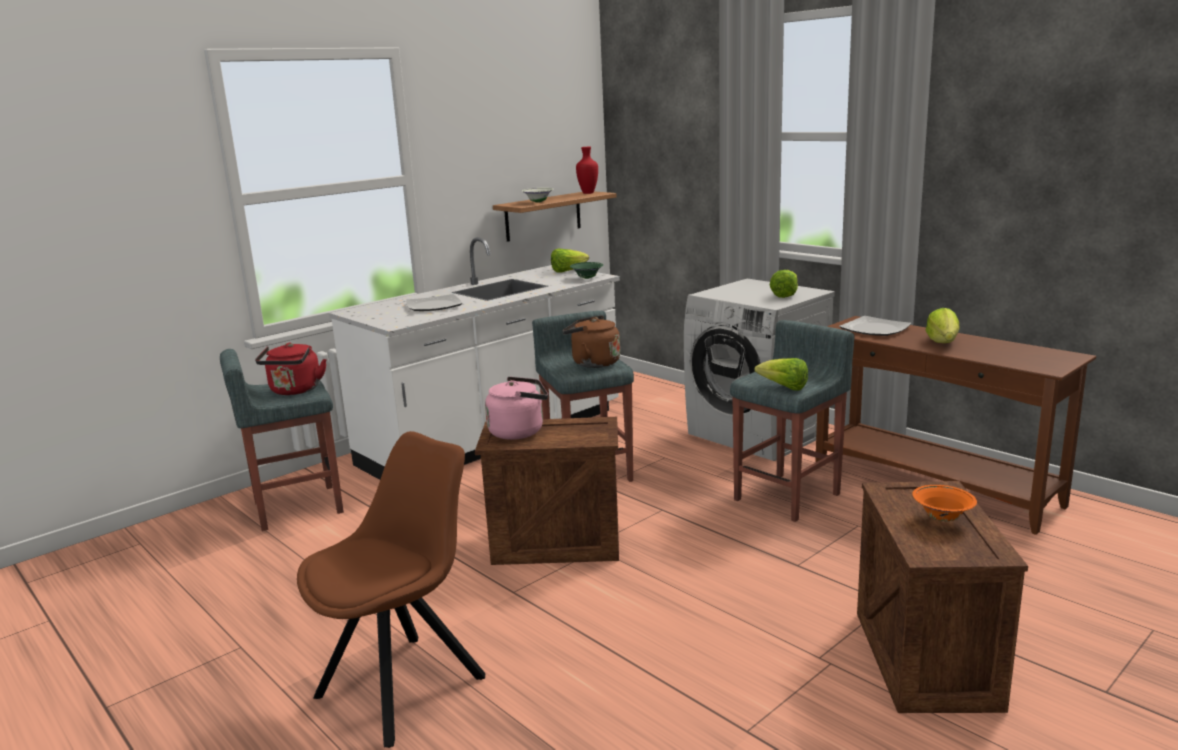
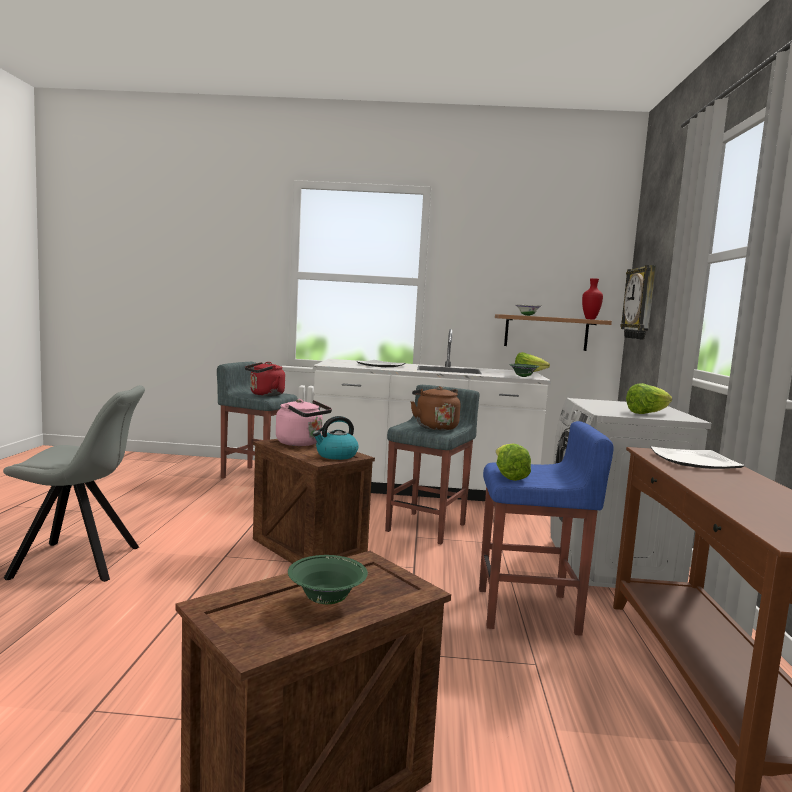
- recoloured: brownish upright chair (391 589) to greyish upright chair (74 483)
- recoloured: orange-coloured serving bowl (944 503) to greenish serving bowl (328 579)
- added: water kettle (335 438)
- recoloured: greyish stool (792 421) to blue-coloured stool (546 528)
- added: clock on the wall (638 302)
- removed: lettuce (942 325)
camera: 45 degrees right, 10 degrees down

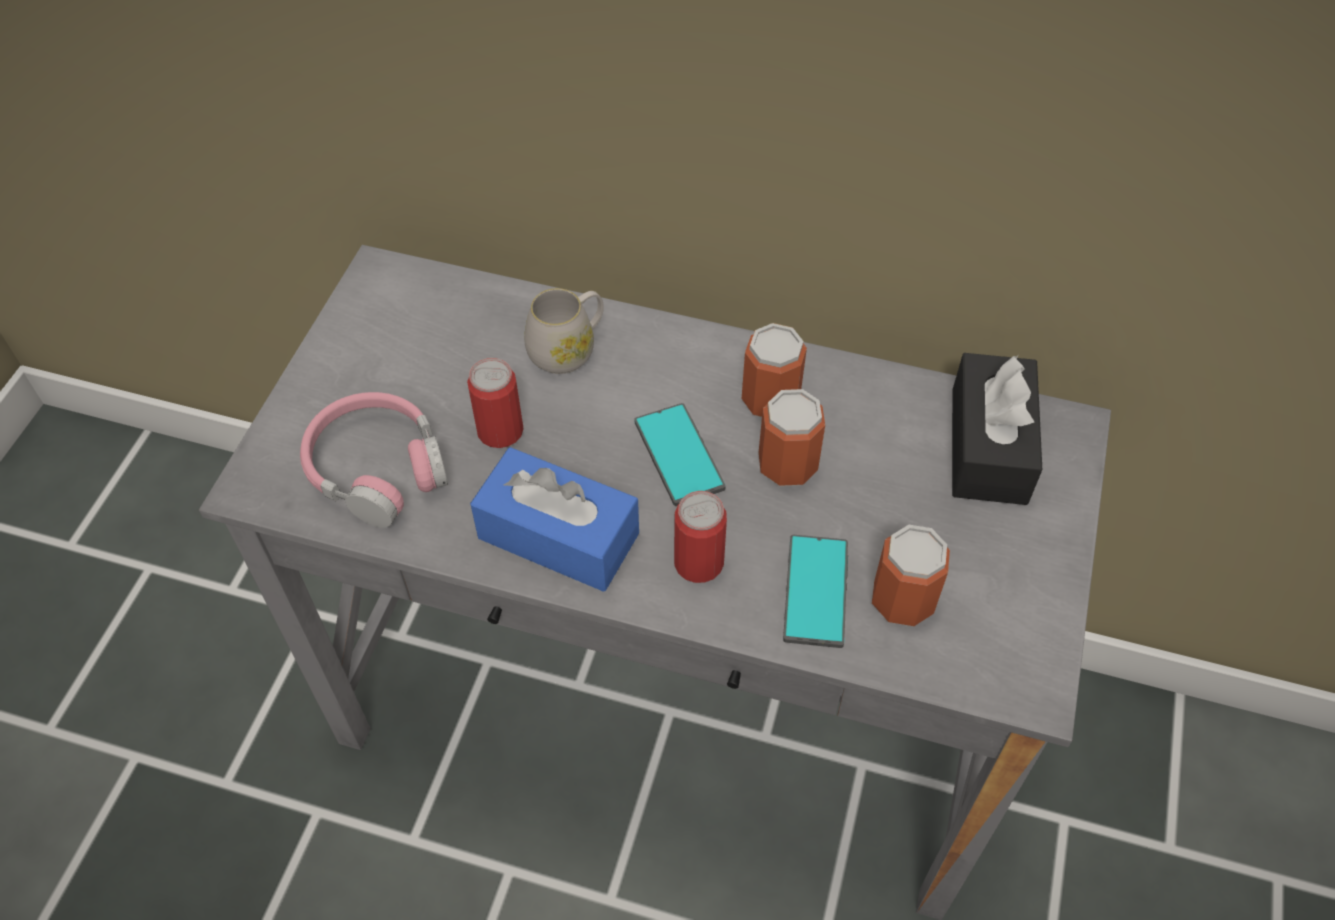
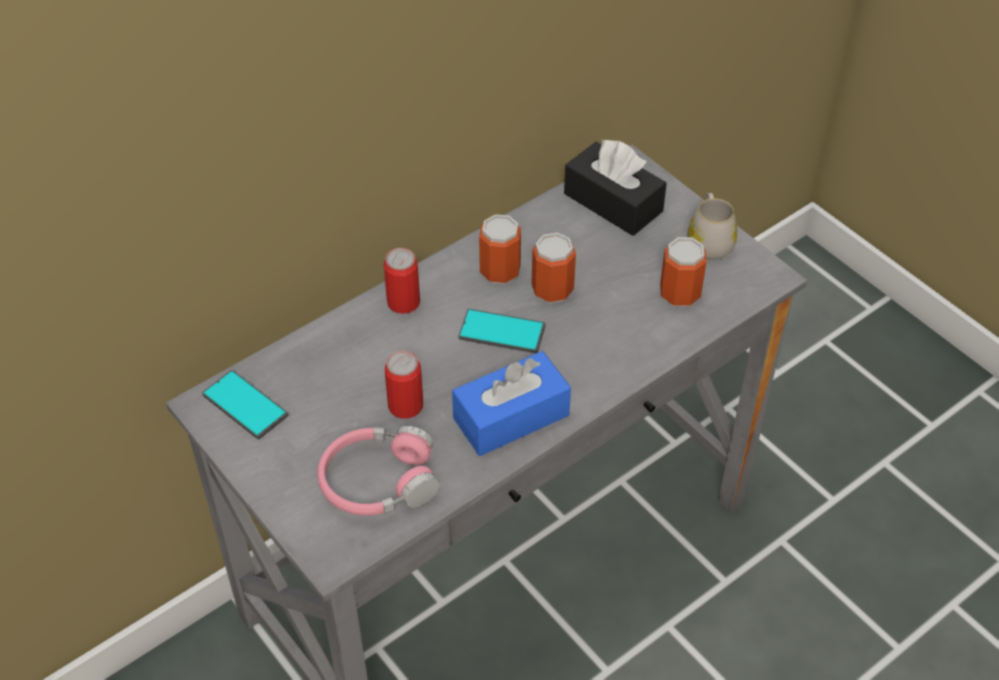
- moved: telephone (815 591) to (245 404)
- moved: can (700 537) to (402 281)
- moved: whitish coffee mug (564 331) to (712 226)
camera: 55 degrees left, 5 degrees down

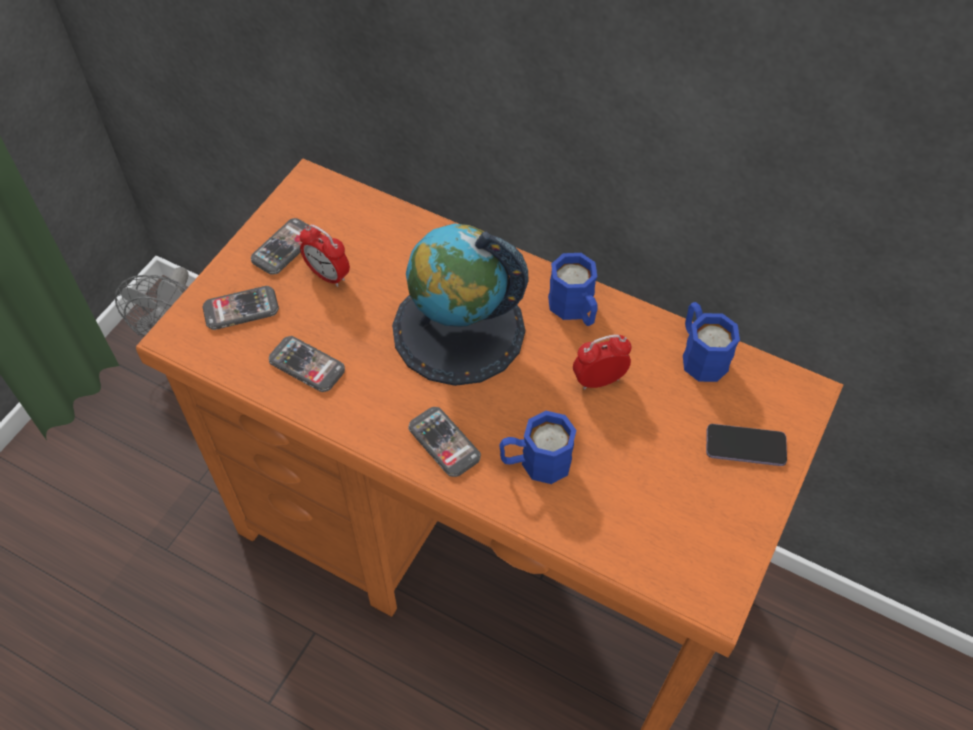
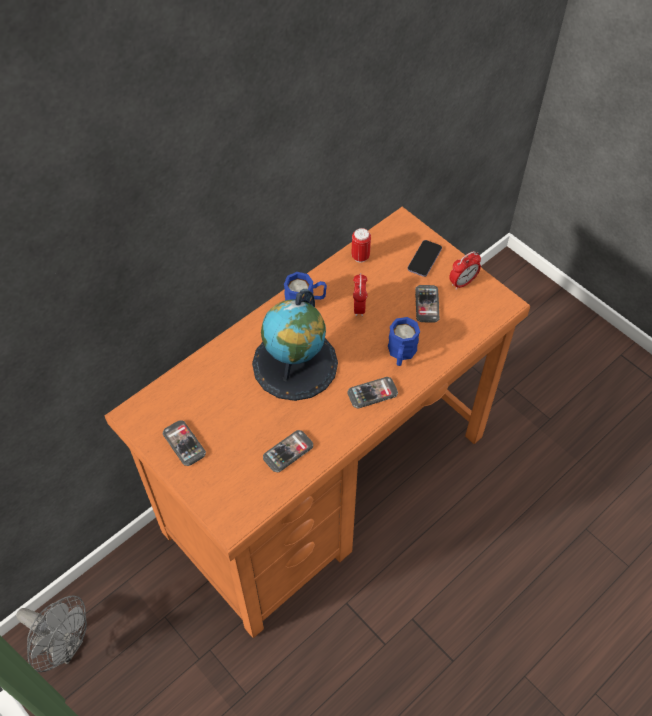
- replaced: blue-coloured coffee mug (711 342) to can (361 245)
- moved: telephone (241 308) to (427 304)
- moved: bedside clock (325 255) to (465 270)
camera: 70 degrees left, 0 degrees up

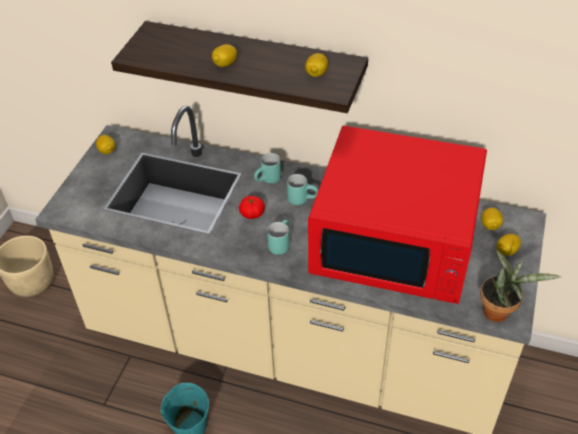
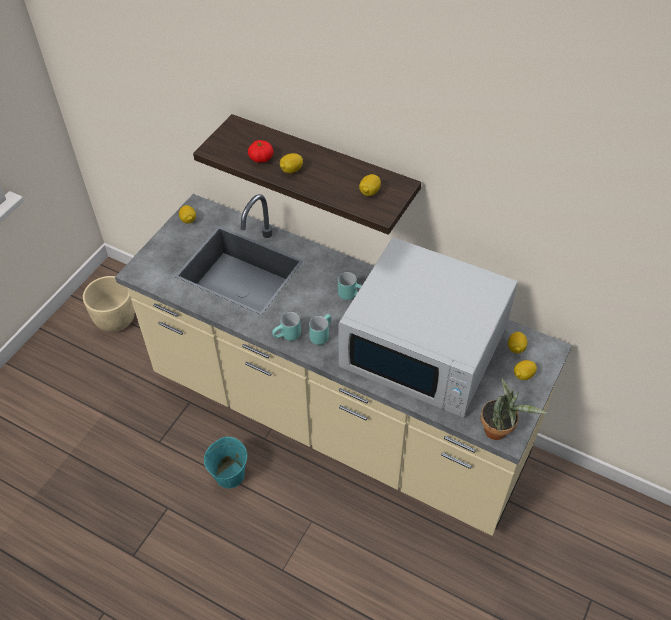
- moved: whole tomato (252 207) to (261 151)
- moved: turquoise-coloured coffee mug (267 168) to (286 326)
- recoloured: reddish kitchen microwave (397 215) to whitish kitchen microwave (428 327)
camera: 10 degrees right, 5 degrees up

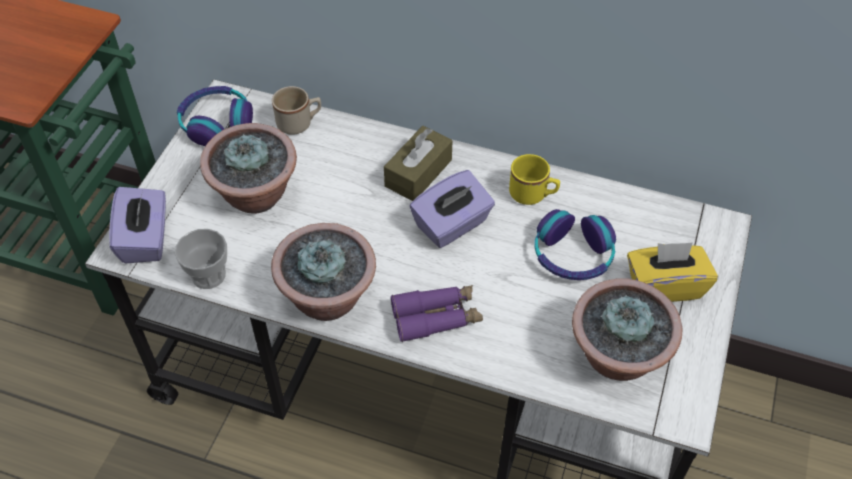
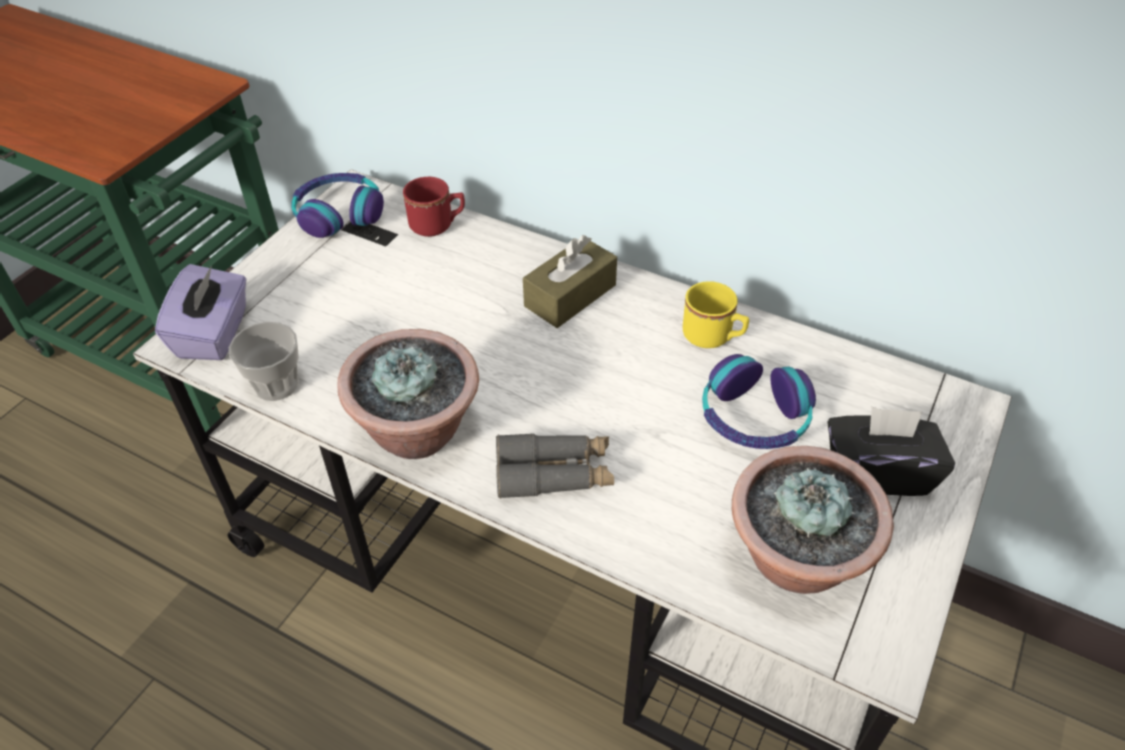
- recoloured: beige-coloured coffee mug (296 110) to reddish coffee mug (434 207)
- recoloured: purple binoculars (437 313) to greyish binoculars (555 466)
- recoloured: yellow-coloured tissue holder (672 272) to black tissue holder (891 451)
- removed: houseplant (248 168)
- removed: purple tissue holder (452 209)
camera: 10 degrees right, 5 degrees down

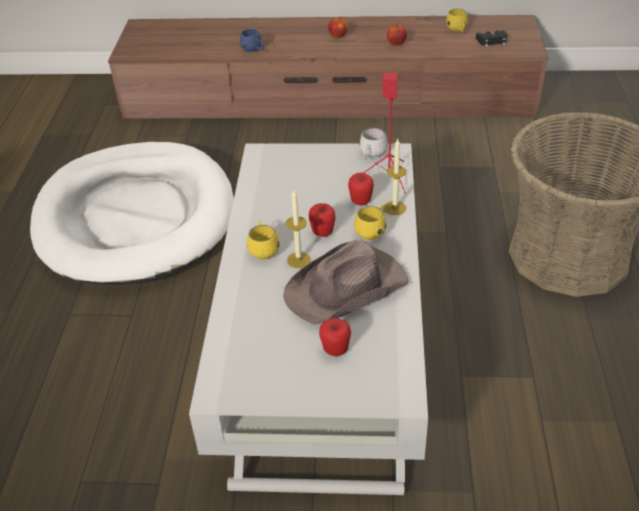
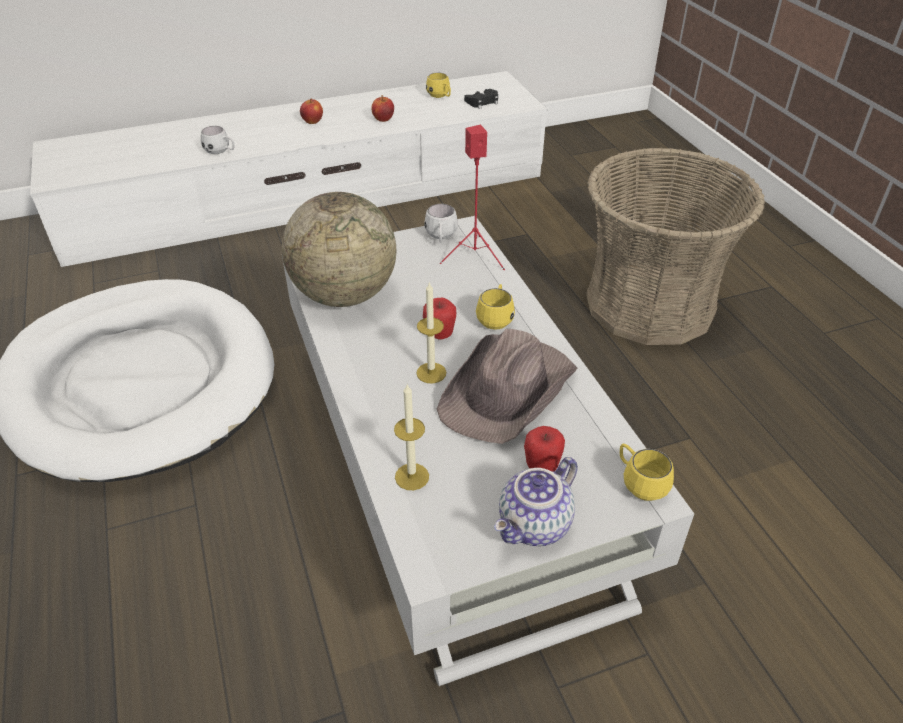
- recoloured: brownish tv unit (328 67) to whitish tv unit (288 169)
- recoloured: blue-coloured coffee mug (251 40) to whitish coffee mug (217 140)
- added: desk globe (339 249)
- moved: wax candle (395 177) to (411 437)
- added: tea pot (536 501)
- moved: yellow-coloured coffee mug (263 240) to (647 472)
- removed: apple (361 189)
camera: 25 degrees left, 0 degrees up

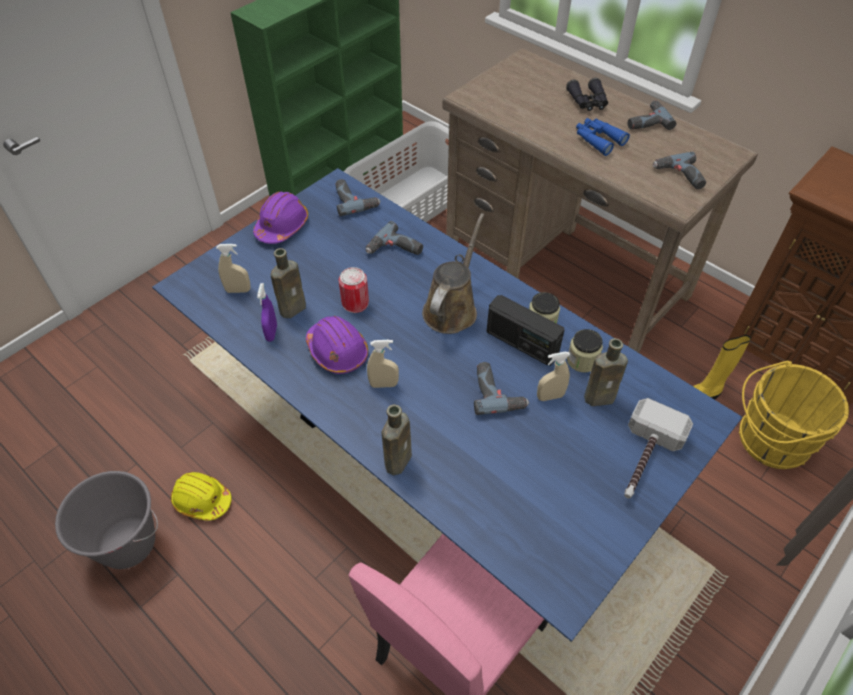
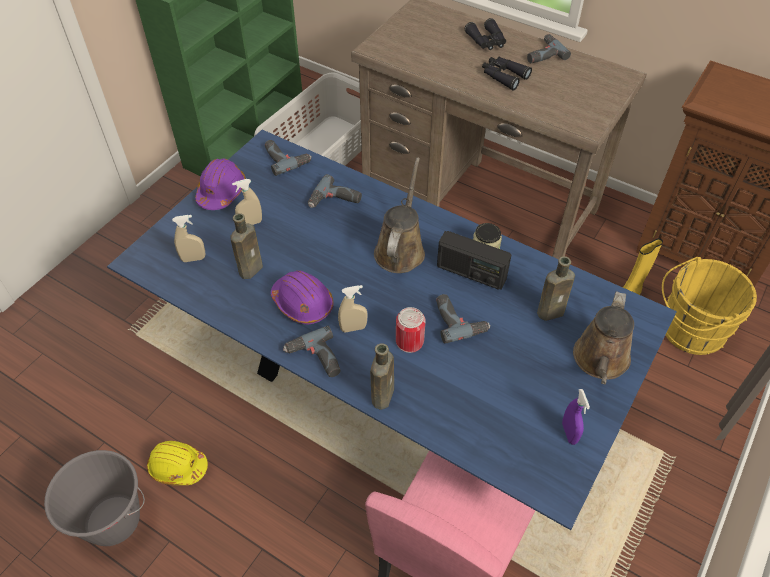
- moved: beige-coloured sprayer (553 376) to (247 202)
- moved: electric drill (679 170) to (312 351)
- moved: can (354 290) to (411 330)
- recoloured: blue-coloured binoculars (603 137) to black binoculars (507 74)
- moved: purple sprayer (267 312) to (576 417)
- replaced: tool hammer (658 448) to brownish watering pot (603 337)
- removed: storage jar (585 350)
camera: 10 degrees left, 0 degrees up

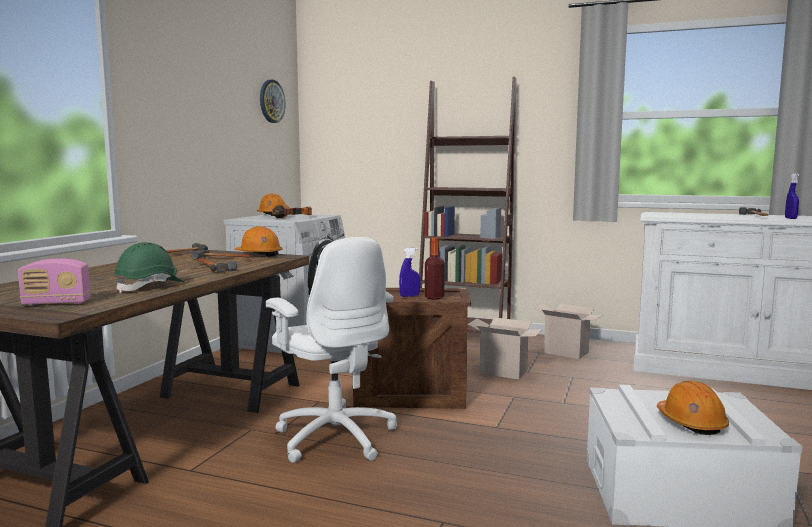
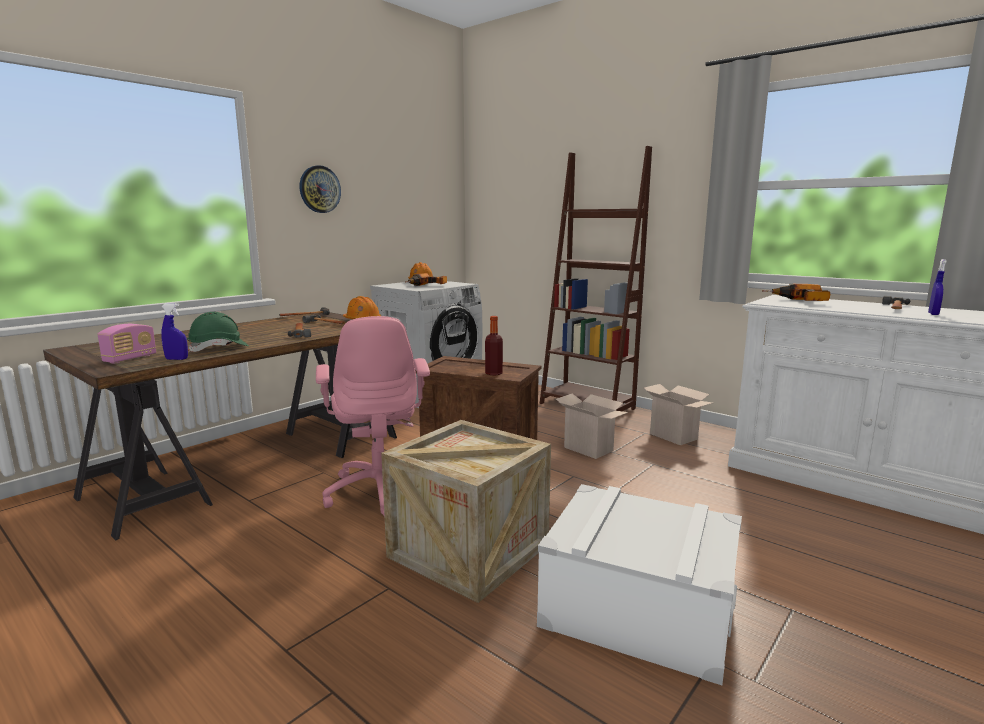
- turned: radio (54 282) = (127 344) 75 degrees counterclockwise
- moved: blue-coloured sprayer (409 272) to (174 331)
- moved: clock on the wall (273 101) to (320 189)
- recoloured: whitish desk chair (331 350) to pink-coloured desk chair (373 416)
- added: packing crate (466 511)
- added: electric drill (796 292)
- removed: orange-coloured hard hat (693 407)
camera: 20 degrees right, 5 degrees up

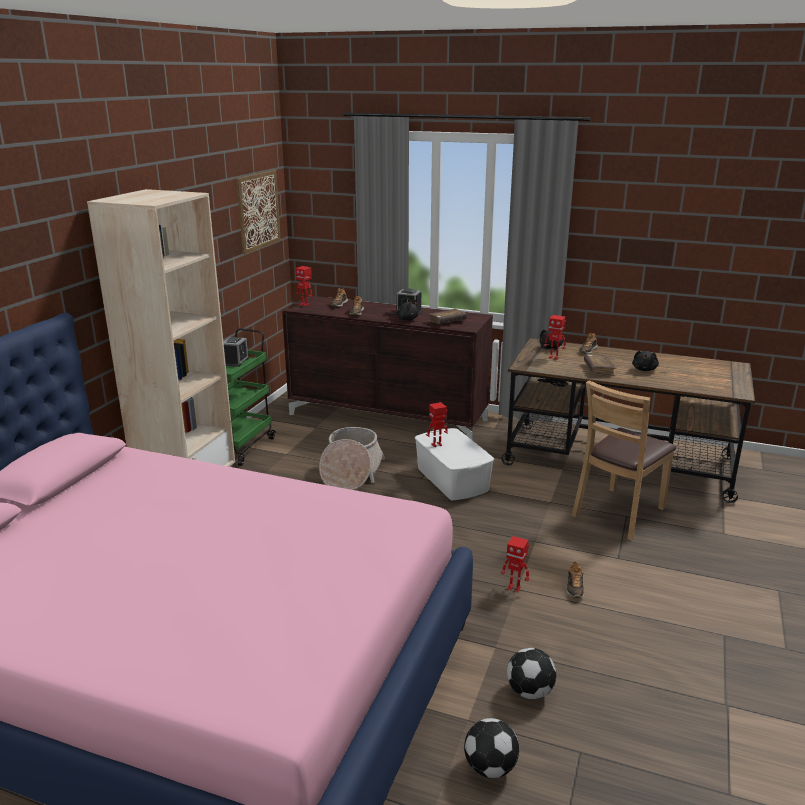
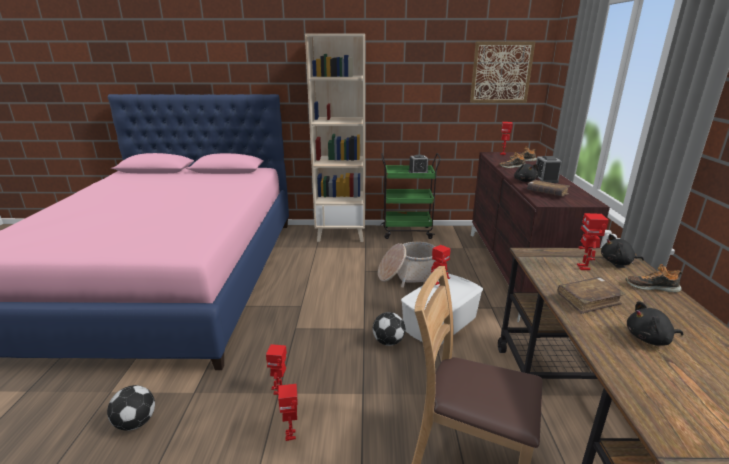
- replaced: item of footwear (575 579) to robot figure (288 412)
- moved: ball for football (491 748) to (389 329)
camera: 70 degrees right, 0 degrees up

